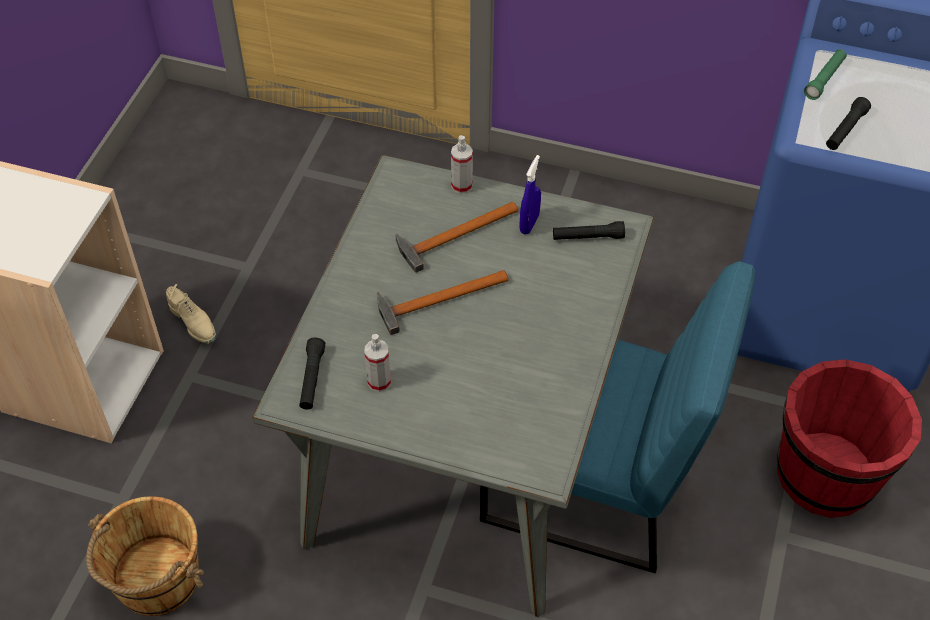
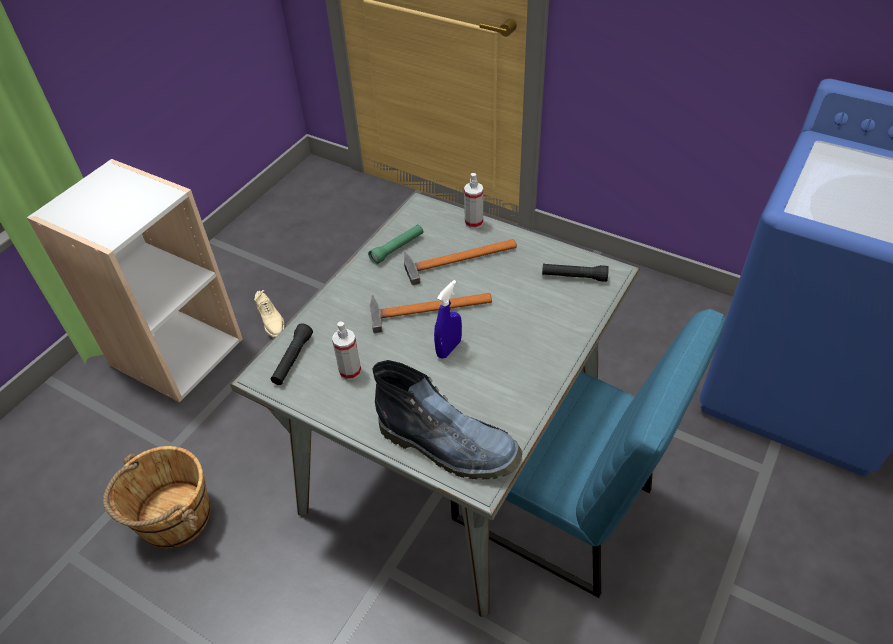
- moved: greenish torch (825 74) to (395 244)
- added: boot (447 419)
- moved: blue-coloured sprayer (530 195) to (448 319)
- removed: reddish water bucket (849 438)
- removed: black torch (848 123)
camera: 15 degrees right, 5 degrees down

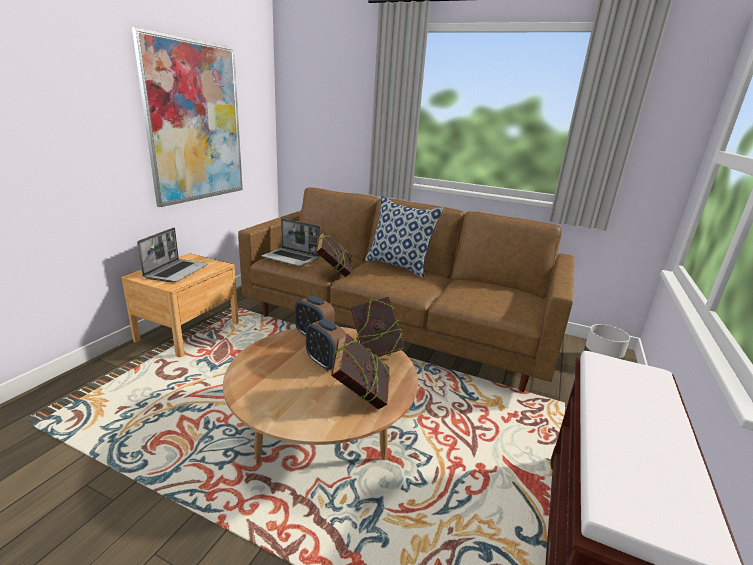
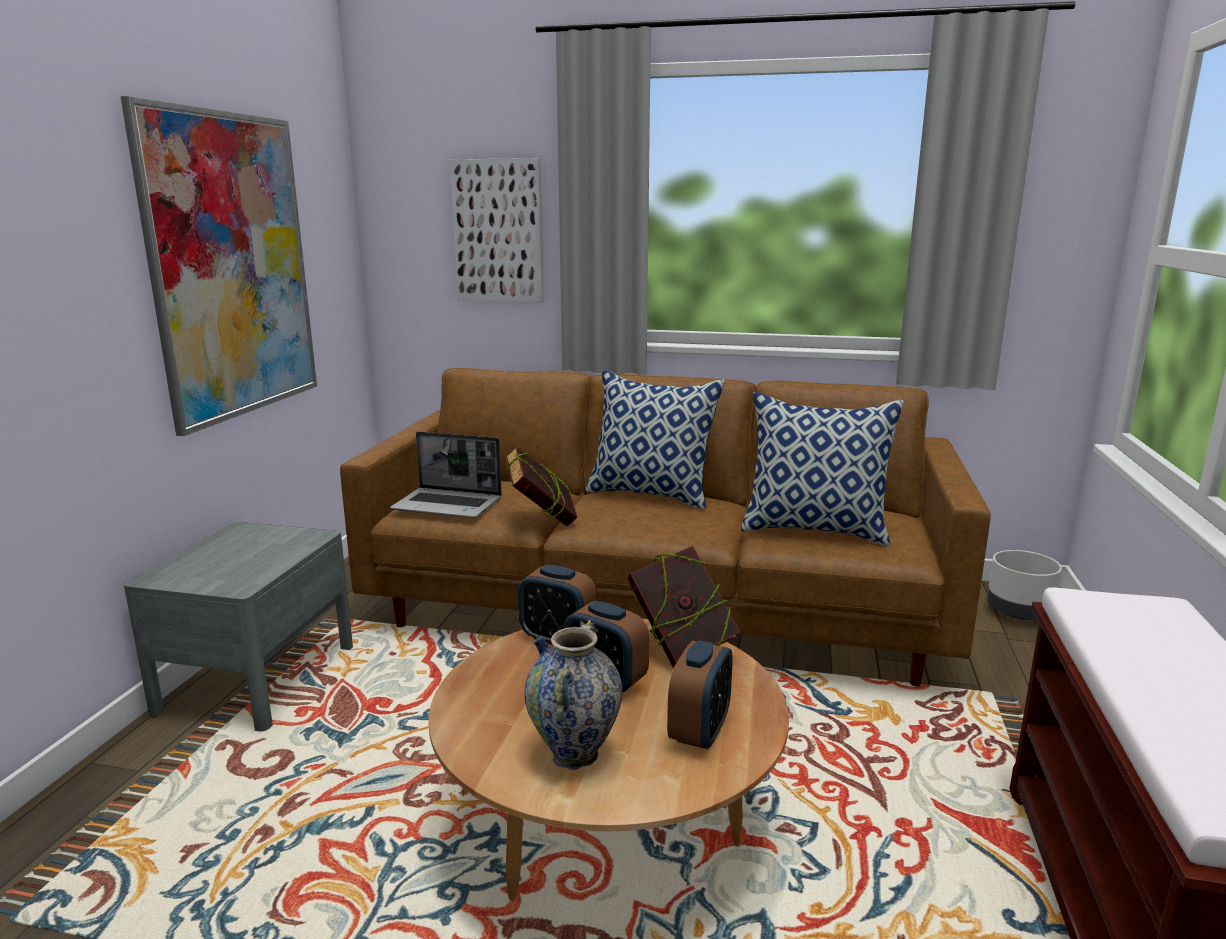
- recoloured: brownish night table (180 305) to greyish night table (238 626)
- added: wall art (497 230)
- added: flower vase (573 695)
- replaced: book (360 371) to bedside clock (700 694)
- added: cushion (822 469)
- removed: laptop (172 255)
camera: 10 degrees left, 5 degrees down

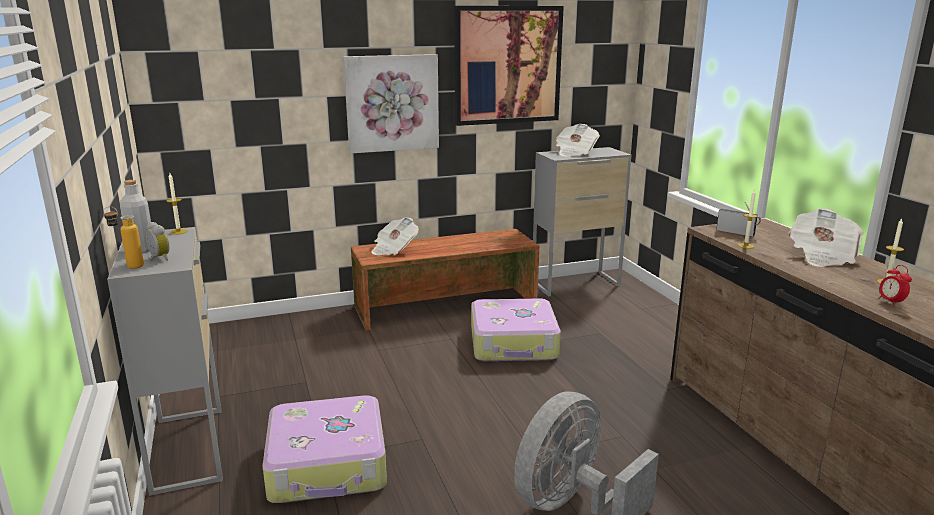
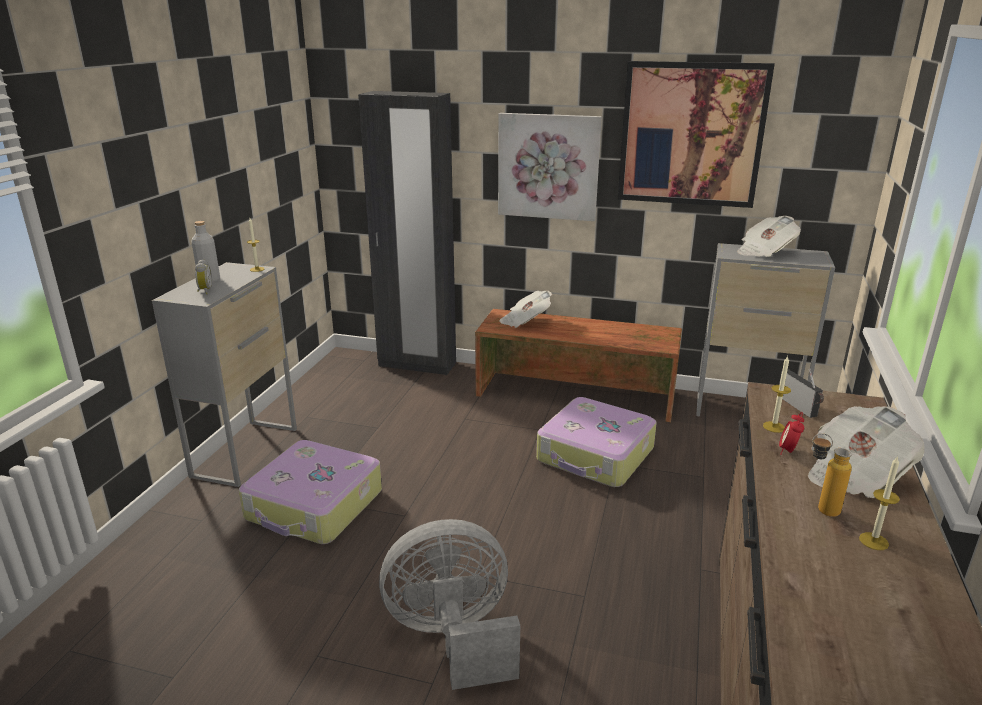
- added: black clothes cupboard (407 233)
- moved: bedside clock (895 285) to (791 433)
- moved: beverage bottle (123 237) to (832 475)
camera: 35 degrees right, 5 degrees up

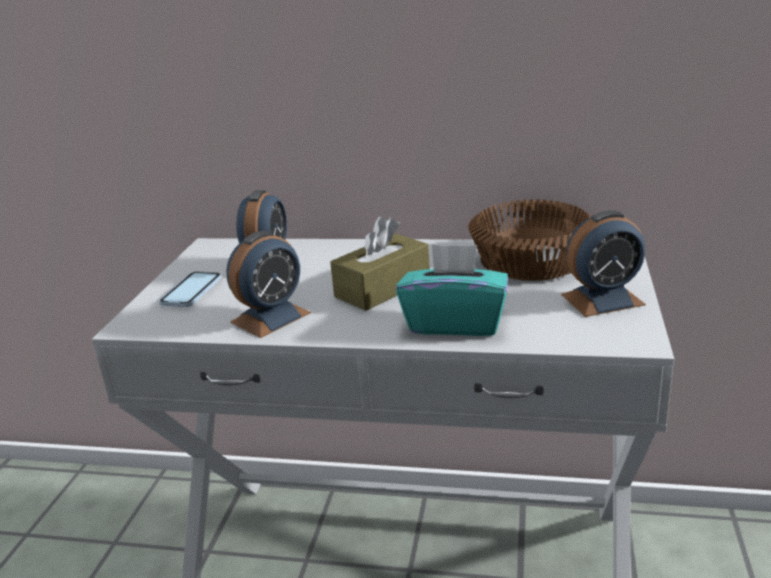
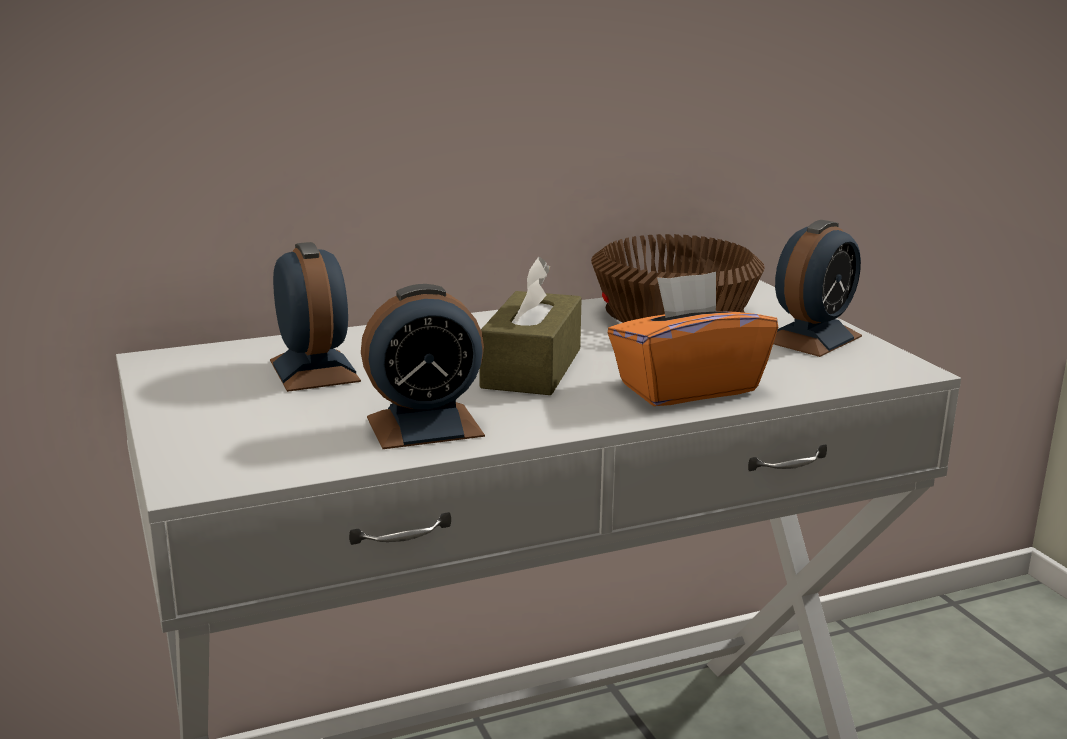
- turned: bedside clock (268 284) = (423 366) 60 degrees clockwise
- recoloured: turquoise-coloured tissue holder (452 290) to orange-coloured tissue holder (693 339)
- removed: telephone (190 289)
camera: 35 degrees left, 5 degrees down

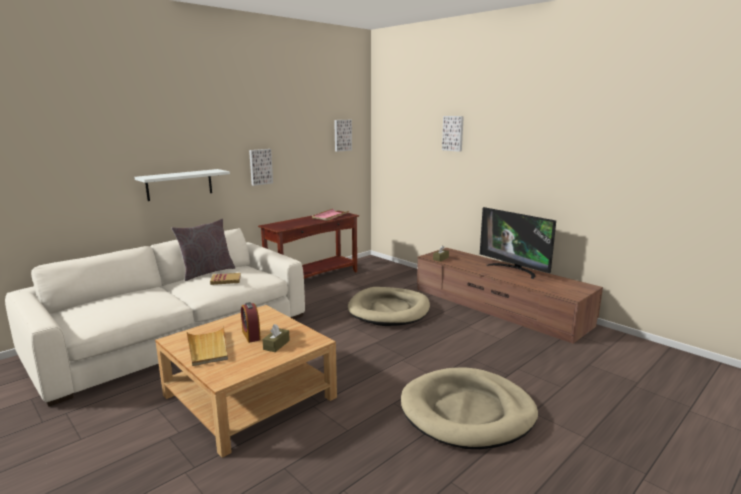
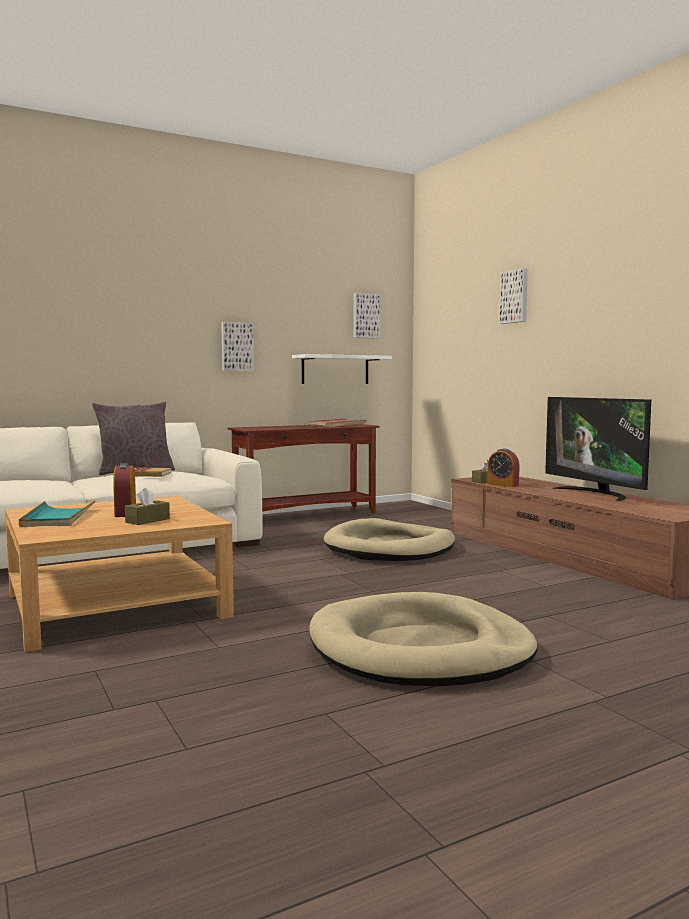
- recoloured: beige-coloured carrying tray (207 346) to turquoise-coloured carrying tray (57 513)
- moved: whitish bracket shelf (182 185) to (342 369)
- added: bedside clock (503 467)
camera: 15 degrees right, 10 degrees down

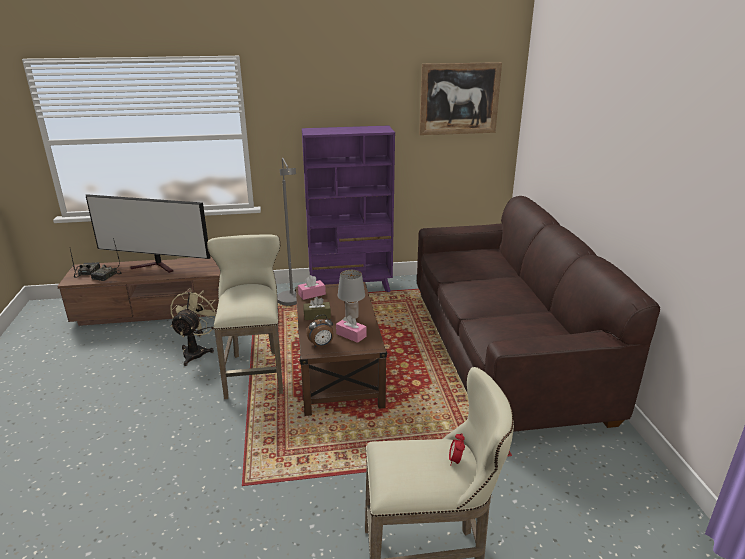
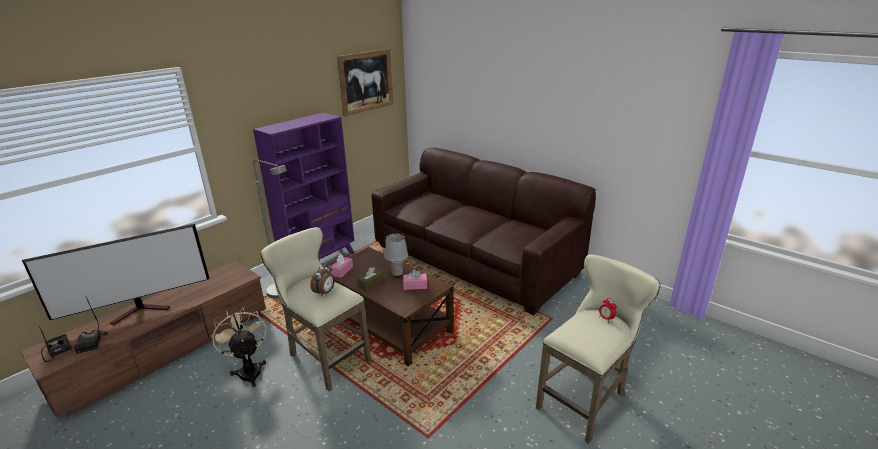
- moved: bedside clock (319 331) to (322 280)
camera: 40 degrees left, 0 degrees up

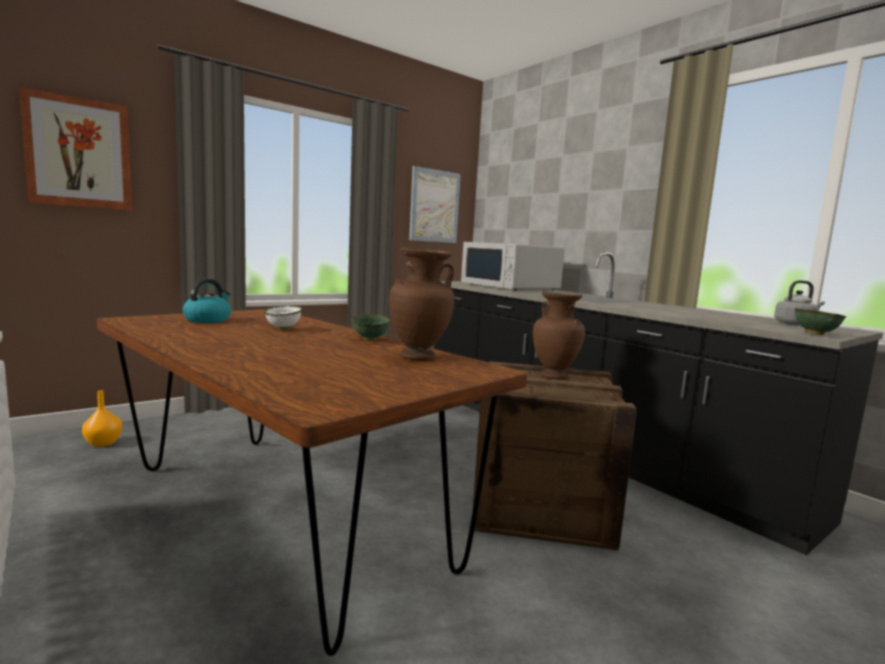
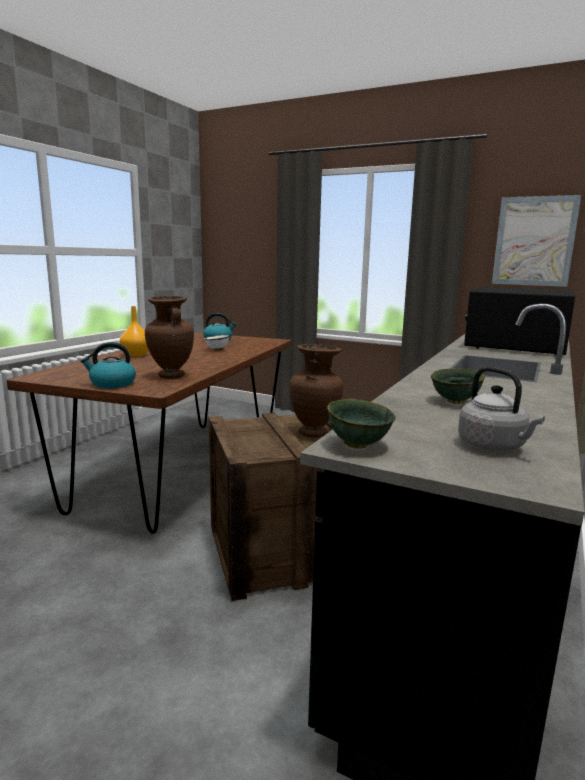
- added: water kettle (108 365)
- moved: orange-coloured flower vase (102 418) to (134 331)
- moved: greenish serving bowl (371 327) to (458 386)
- recoloured: whitish kitchen microwave (513 266) to black kitchen microwave (519 321)
- removed: wall art (75 149)
camera: 65 degrees right, 5 degrees up

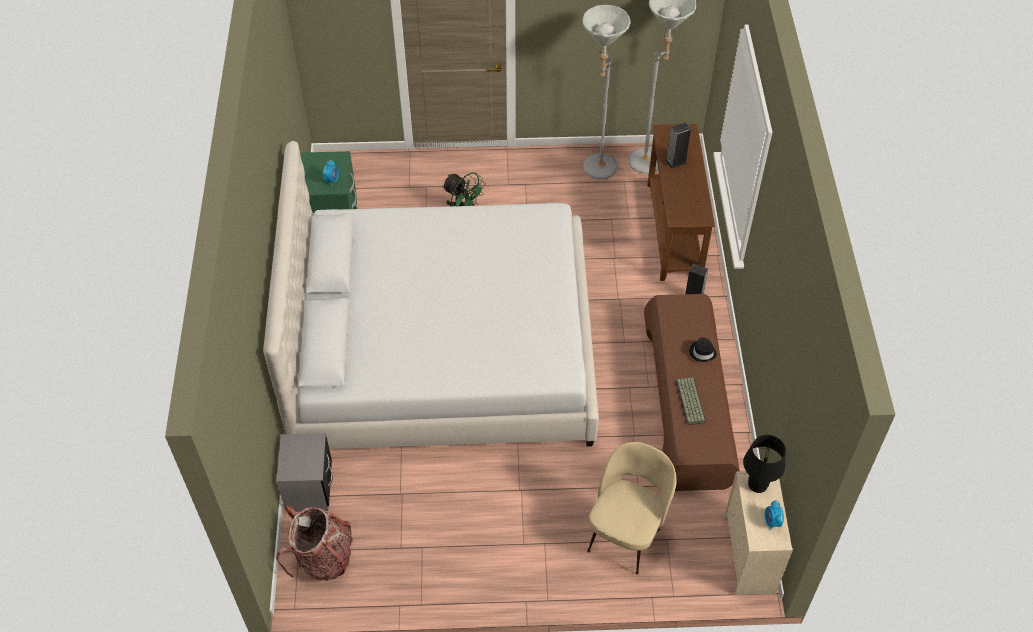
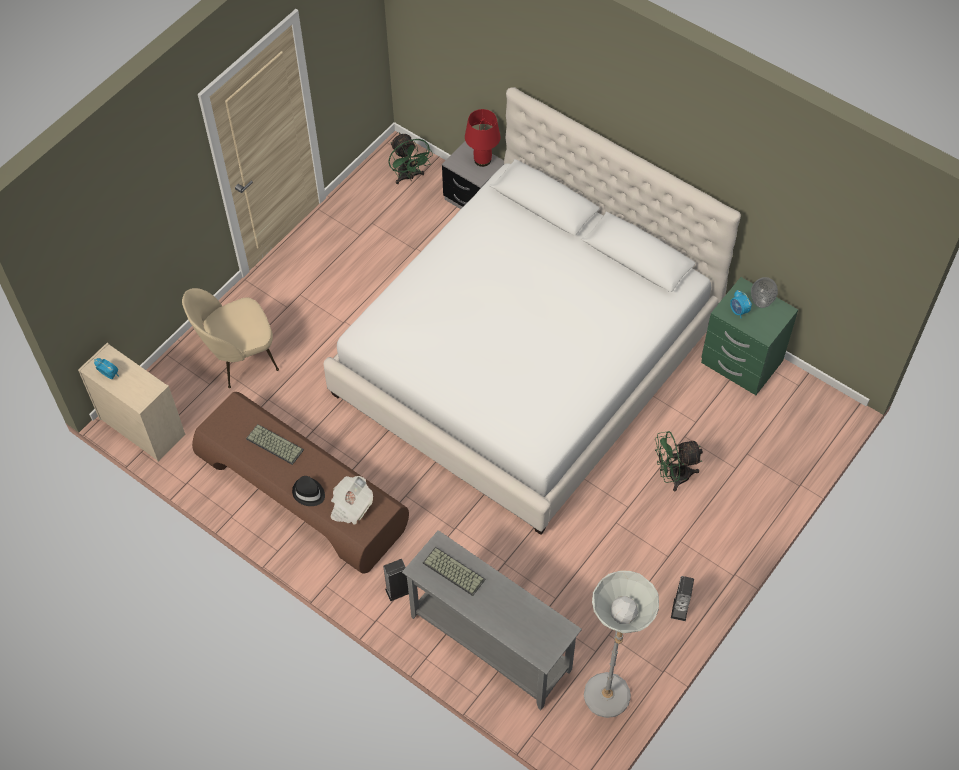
- turned: beige-coloured upright chair (632 508) = (230 338) 90 degrees clockwise
- added: daily paper (351 500)
- replaced: backpack (314 543) to greenish cooling fan (410 158)
- recoloured: brownish narrow table (681 202) to greyish narrow table (492 620)
- added: keyboard (454 571)
- added: reddish table lamp (482 138)
- moved: speaker (678 145) to (682 598)
- added: flower vase (764 292)
- removed: greyish floor lamp (606 92)
- removed: black table lamp (764 464)
camera: 130 degrees right, 5 degrees up

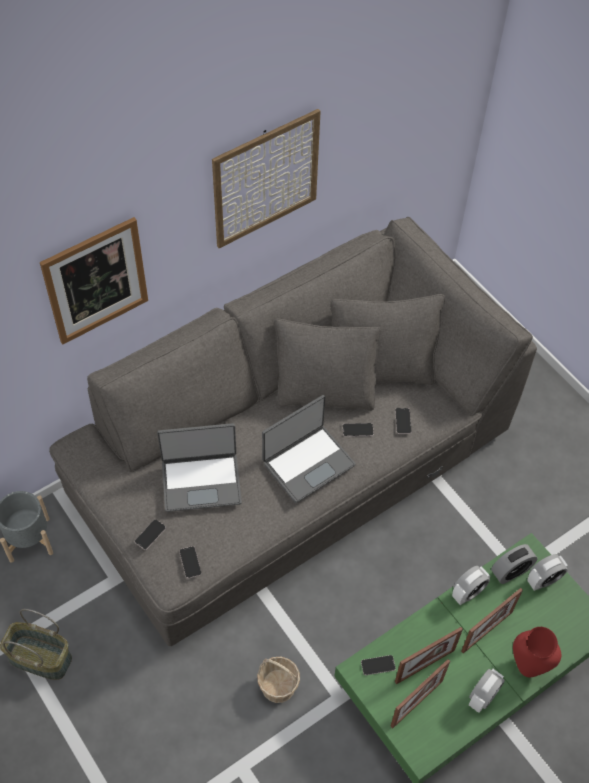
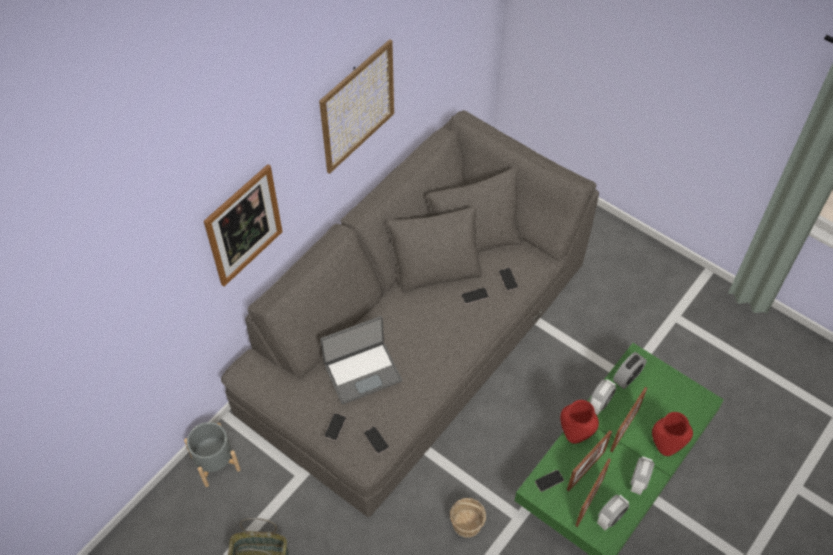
- added: reddish flower vase (579 422)
- moved: bedside clock (547 572) to (613 513)
- removed: laptop (309 449)
camera: 15 degrees left, 0 degrees up

